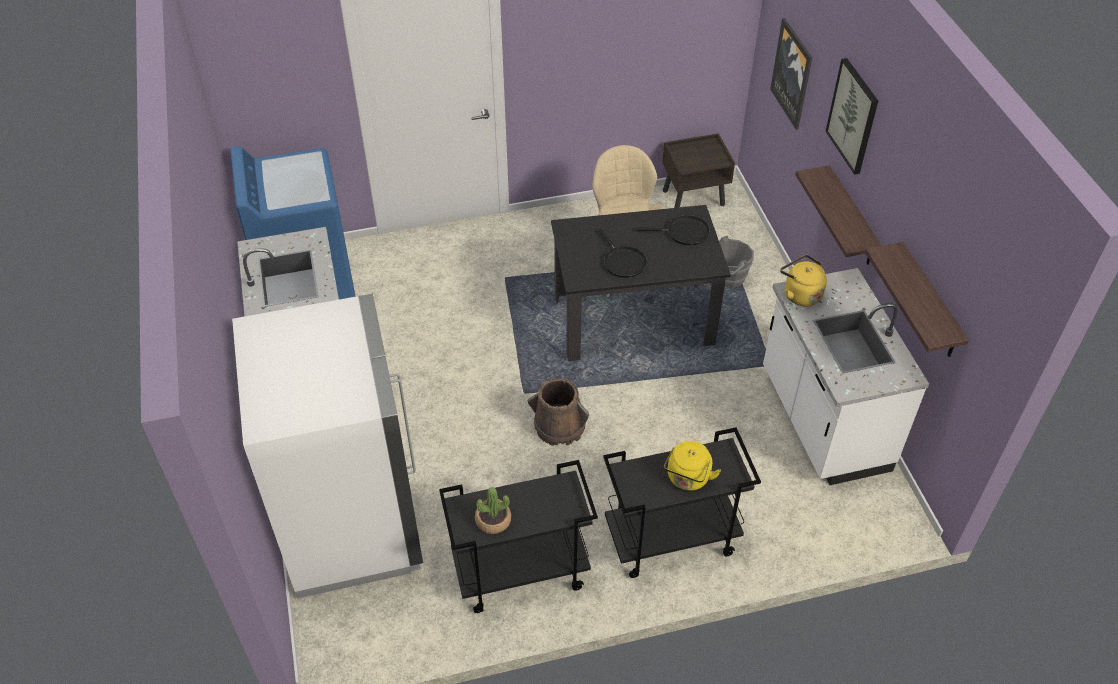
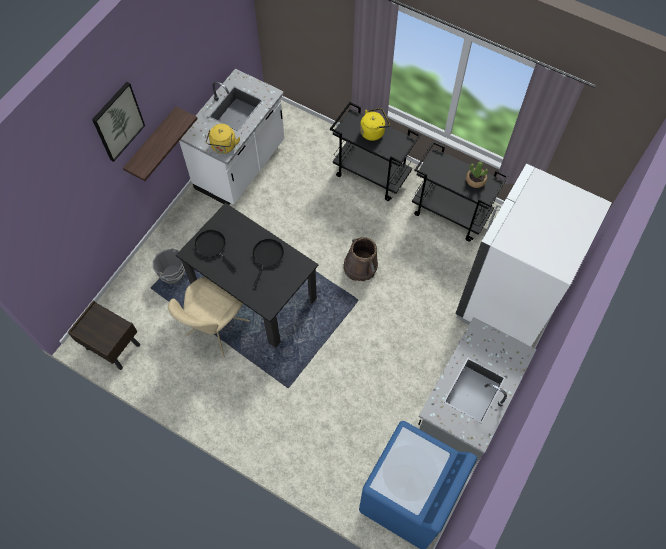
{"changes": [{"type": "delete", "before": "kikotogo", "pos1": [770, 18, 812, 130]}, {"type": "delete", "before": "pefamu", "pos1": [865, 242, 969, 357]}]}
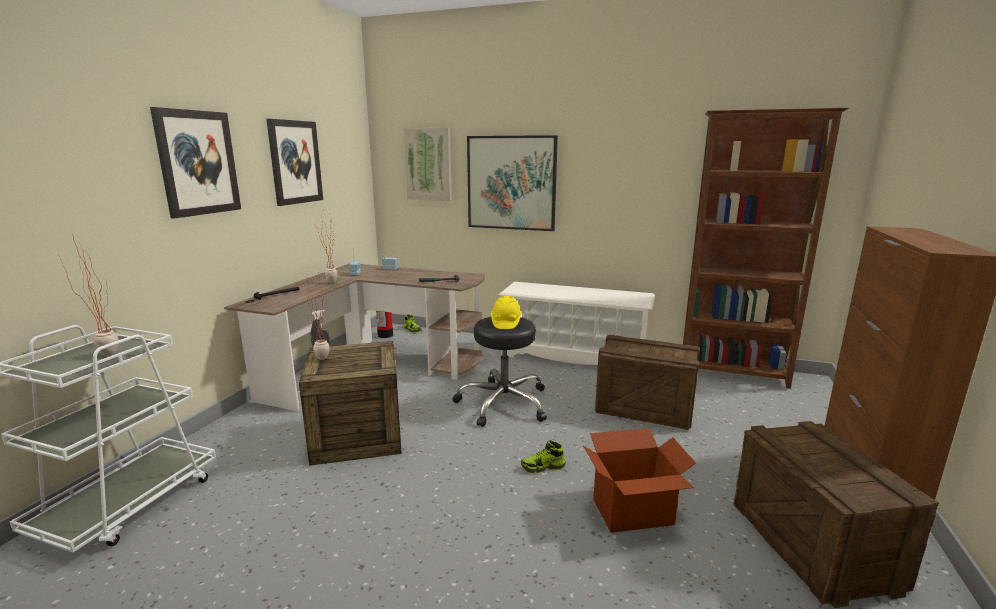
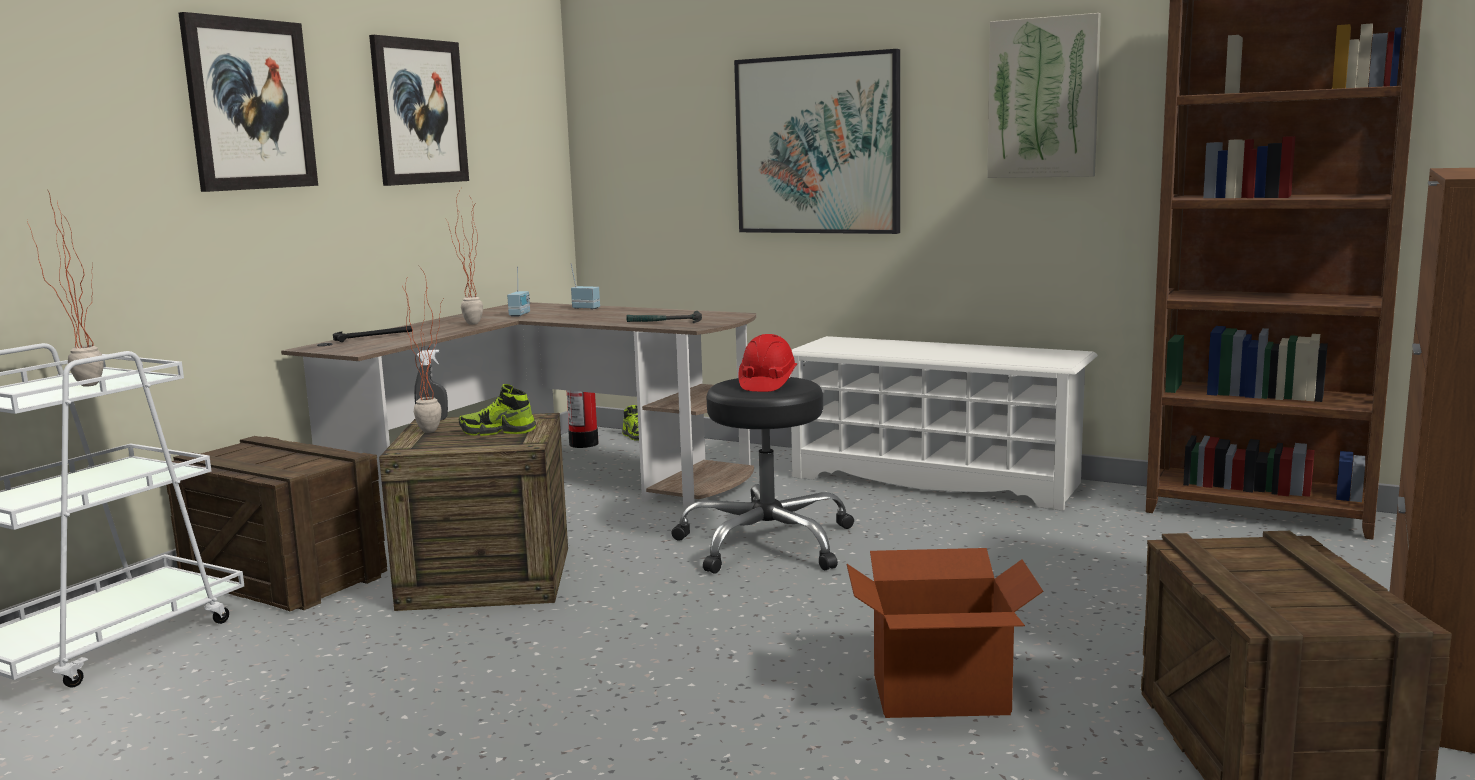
{"changes": [{"type": "move", "before": "kikotogo", "pos1": [404, 128, 452, 201], "pos2": [987, 13, 1101, 178]}, {"type": "recolor", "before": "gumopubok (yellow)", "after": "gumopubok (red)", "pos1": [491, 296, 522, 329], "pos2": [739, 334, 797, 392]}, {"type": "move", "before": "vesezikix", "pos1": [595, 335, 700, 430], "pos2": [167, 436, 387, 611]}, {"type": "move", "before": "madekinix", "pos1": [521, 440, 566, 473], "pos2": [458, 384, 536, 436]}]}
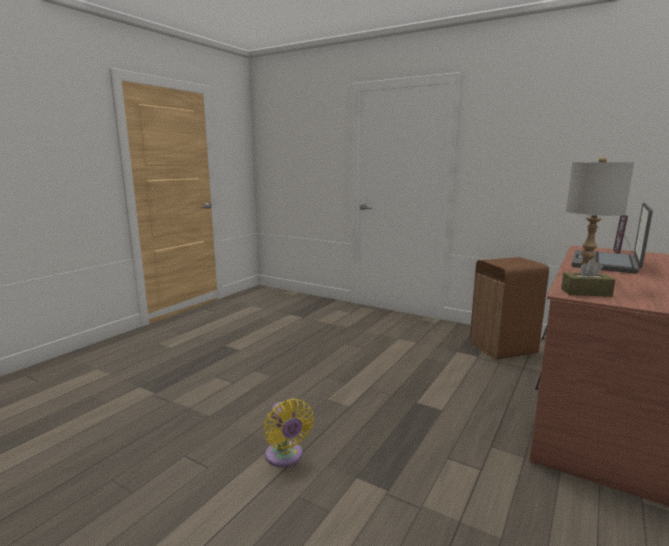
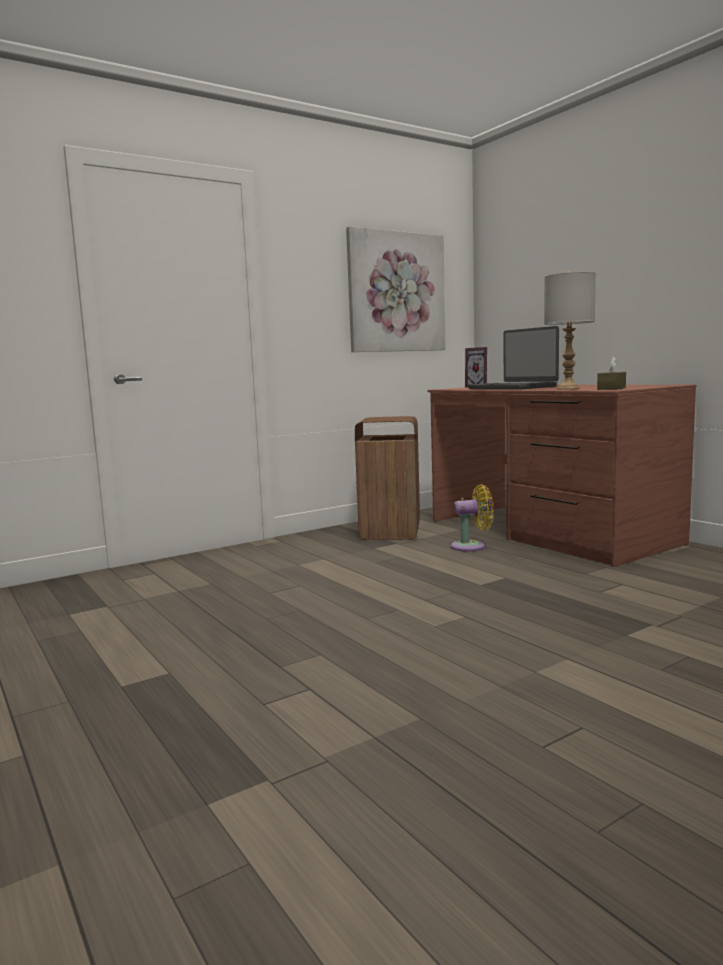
{"changes": [{"type": "move", "before": "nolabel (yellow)", "pos1": [263, 399, 314, 467], "pos2": [451, 484, 493, 552]}, {"type": "insert", "after": "kikotogo", "pos2": [346, 226, 446, 352]}]}
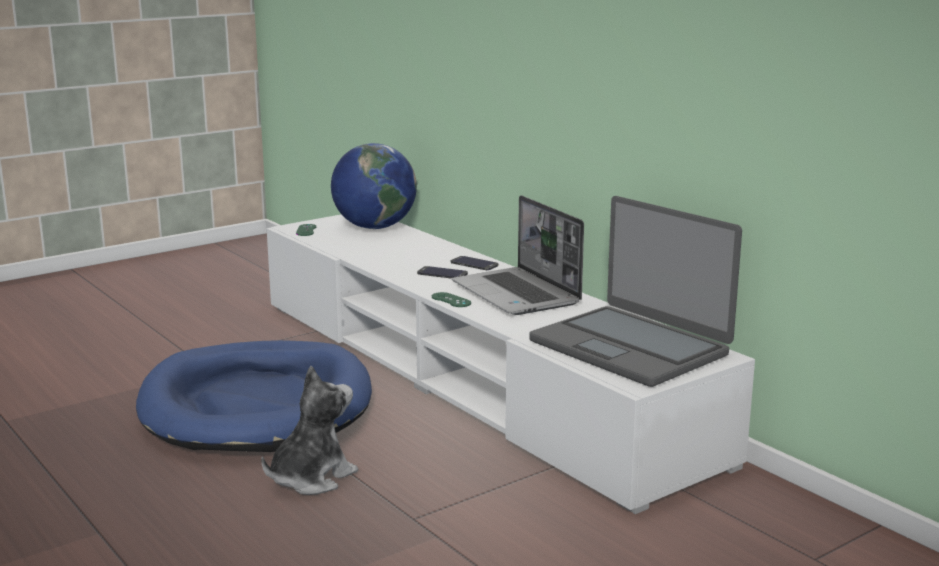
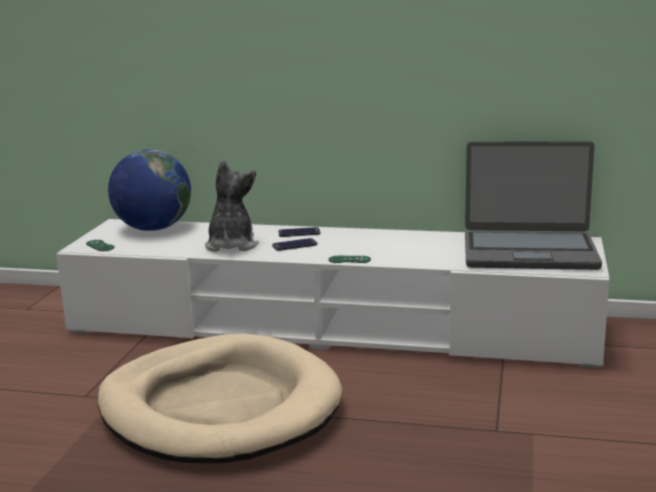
{"changes": [{"type": "delete", "before": "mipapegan", "pos1": [452, 195, 584, 315]}, {"type": "recolor", "before": "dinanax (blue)", "after": "dinanax (beige)", "pos1": [136, 340, 372, 452], "pos2": [97, 334, 342, 463]}, {"type": "move", "before": "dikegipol", "pos1": [261, 366, 358, 495], "pos2": [205, 160, 259, 252]}]}
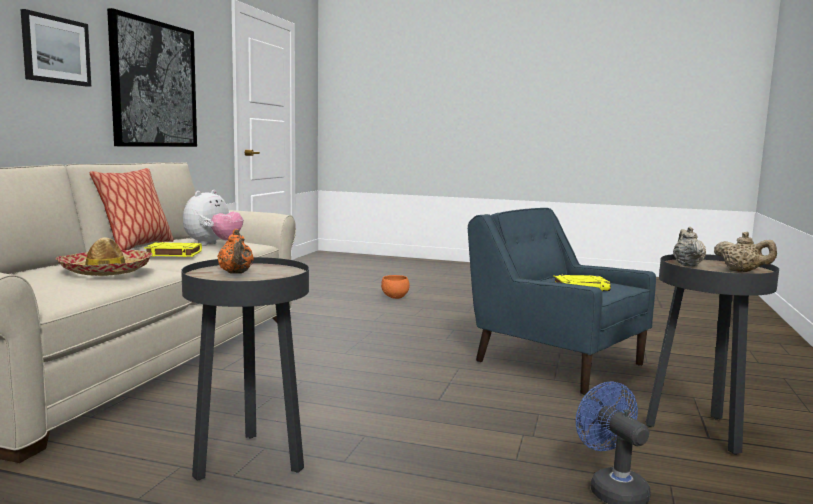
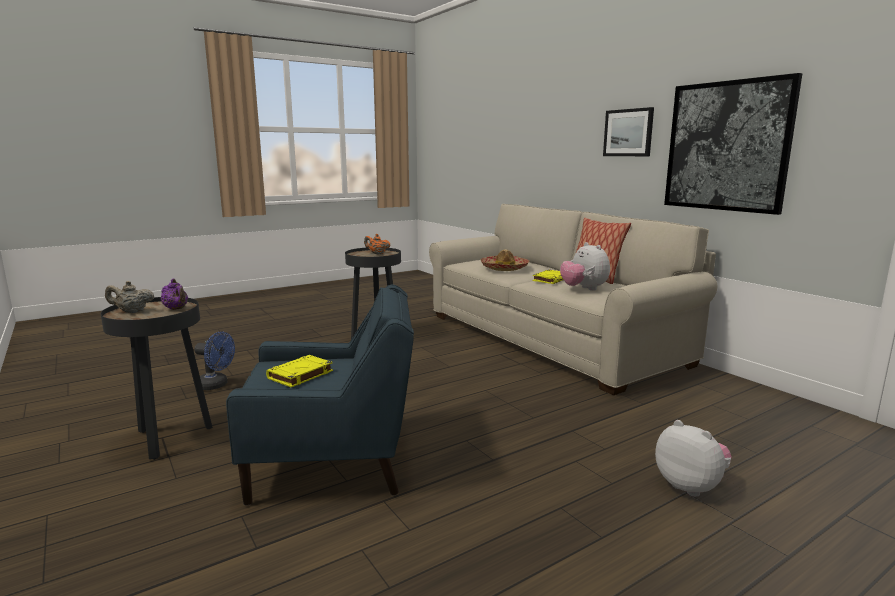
{"changes": [{"type": "recolor", "before": "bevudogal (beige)", "after": "bevudogal (purple)", "pos1": [673, 227, 706, 266], "pos2": [161, 279, 188, 310]}, {"type": "replace", "before": "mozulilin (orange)", "after": "dikegipol", "pos1": [381, 275, 410, 299], "pos2": [655, 420, 732, 497]}]}
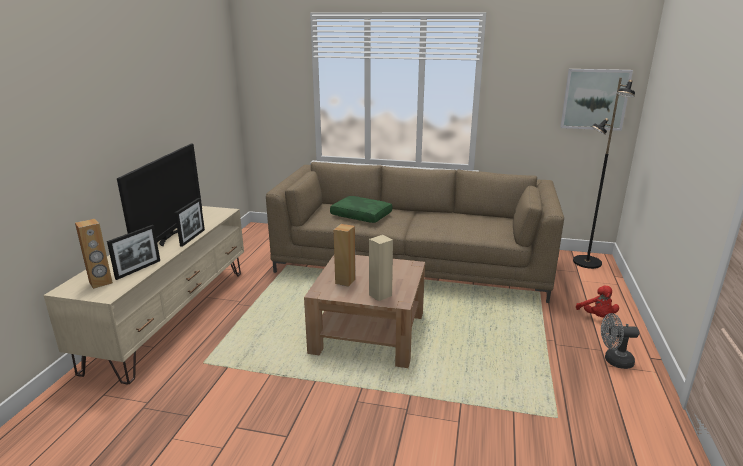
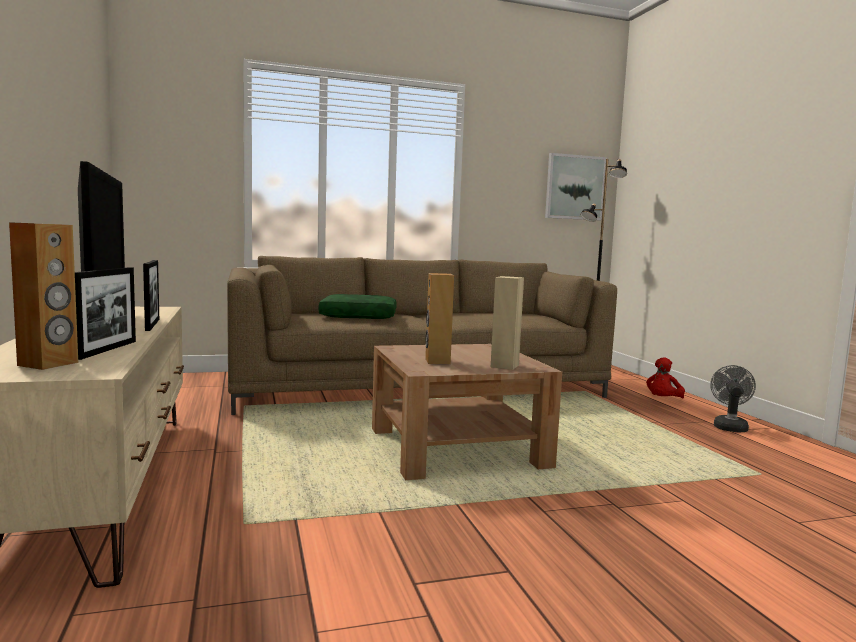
{"changes": [{"type": "rotate", "before": "dikegipol (red)", "pos1": [576, 285, 619, 318], "pos2": [646, 357, 685, 398], "turn": 75}, {"type": "rotate", "before": "nolabel (grey)", "pos1": [601, 313, 639, 369], "pos2": [710, 365, 756, 432], "turn": 135}]}
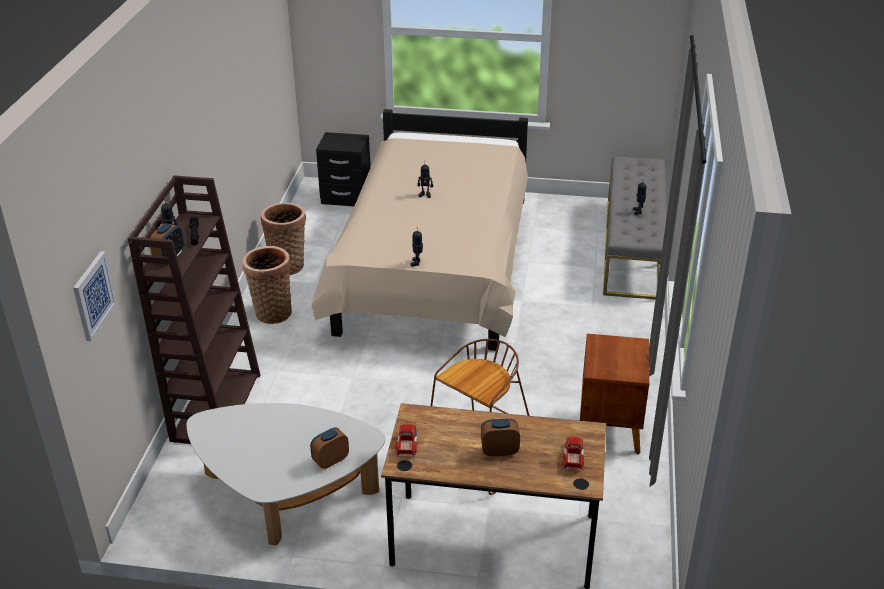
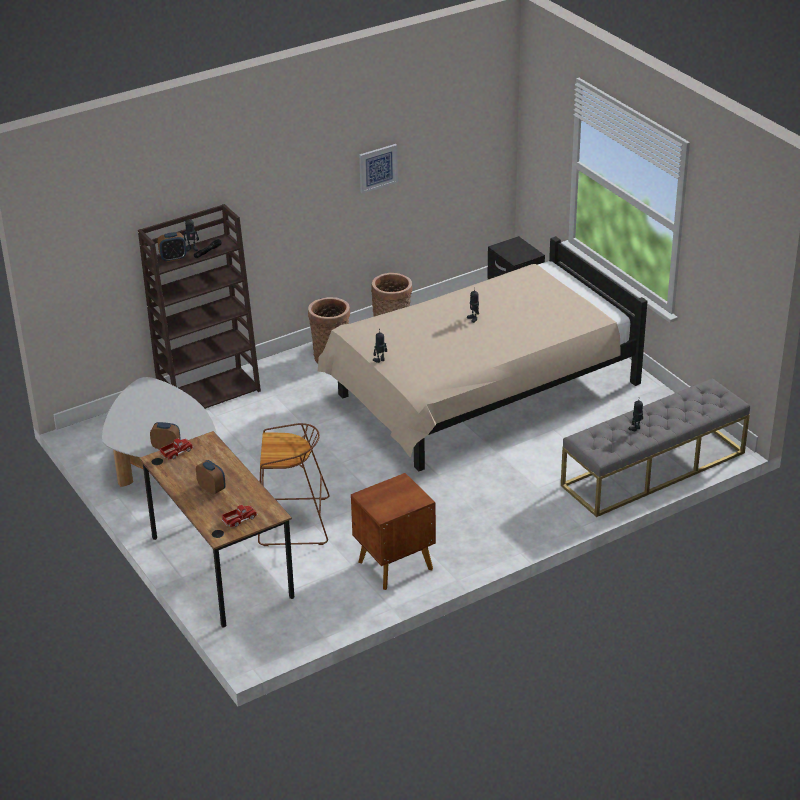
{"changes": [{"type": "move", "before": "kikotogo", "pos1": [73, 251, 117, 341], "pos2": [359, 144, 398, 194]}]}
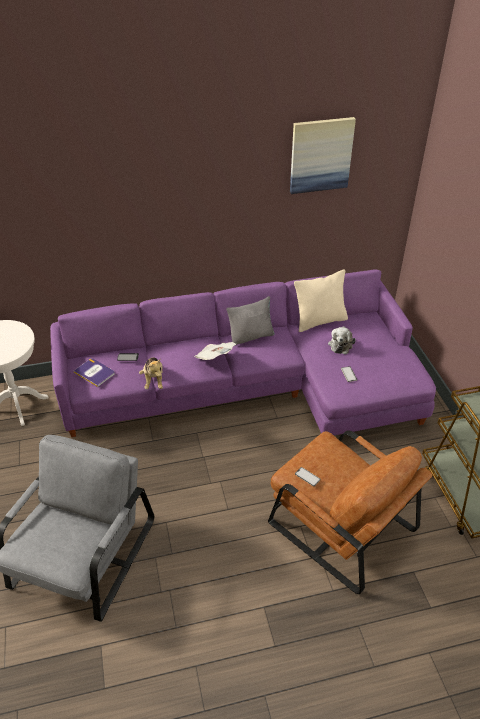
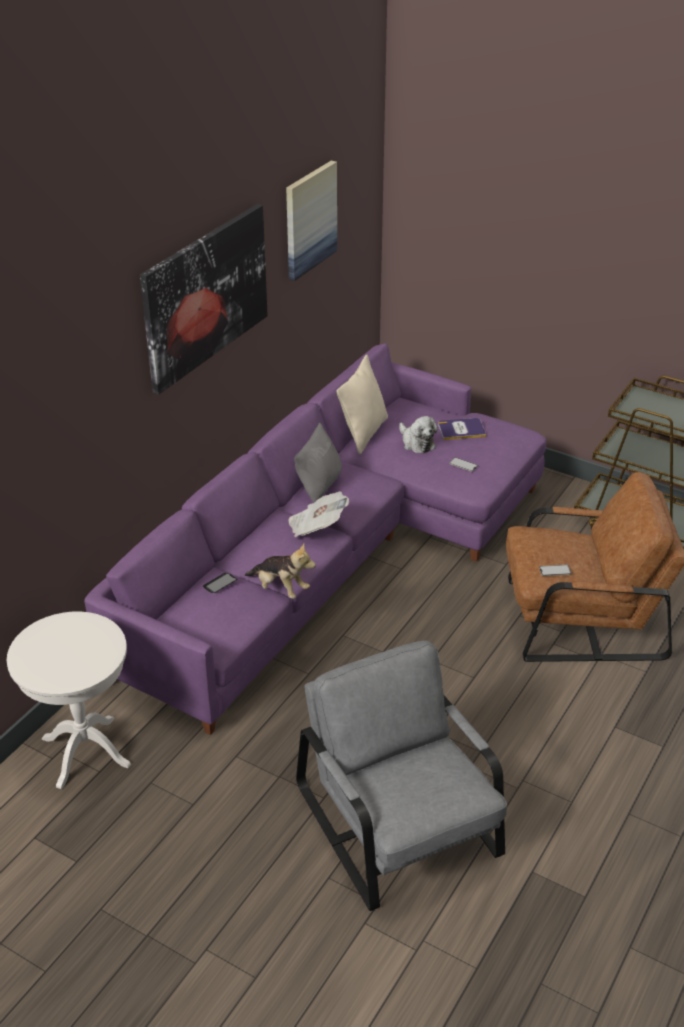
{"changes": [{"type": "move", "before": "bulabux", "pos1": [74, 359, 115, 387], "pos2": [438, 418, 487, 440]}, {"type": "insert", "after": "kikotogo", "pos2": [140, 204, 268, 395]}]}
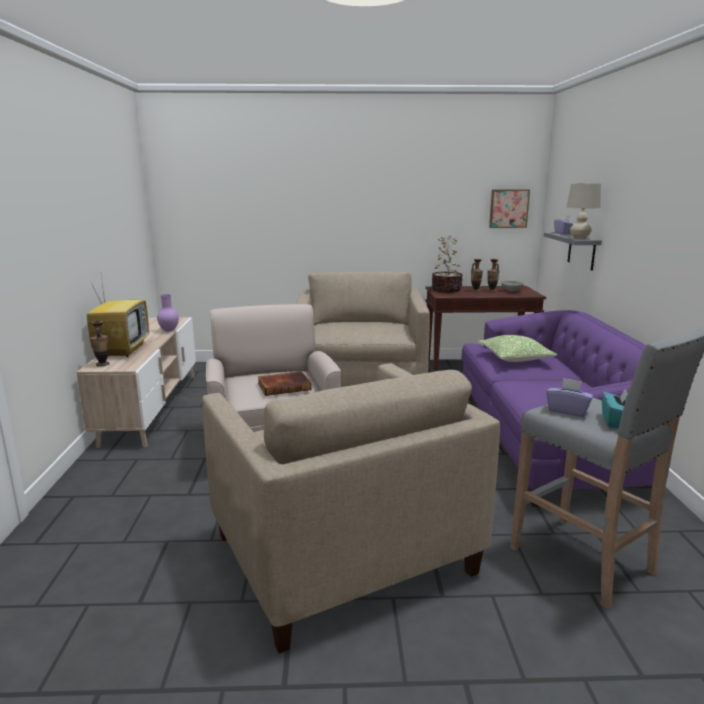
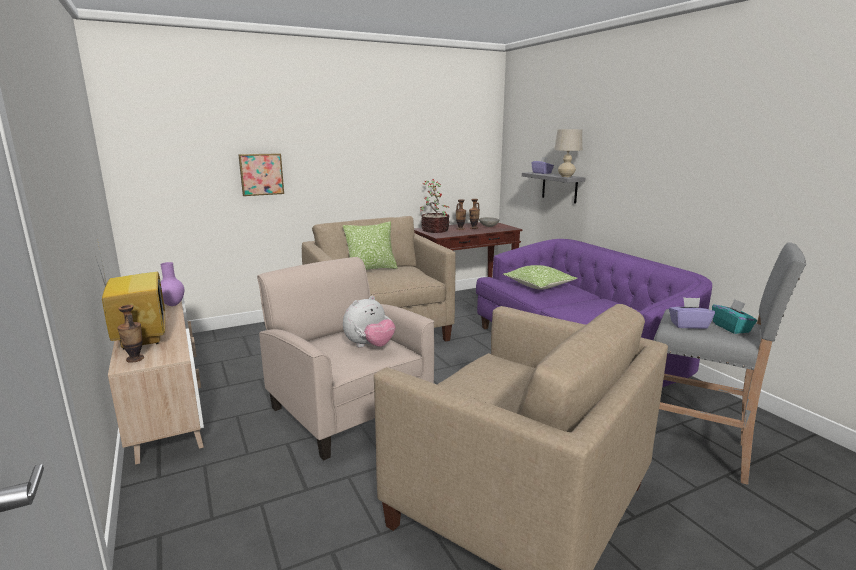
{"changes": [{"type": "move", "before": "kikotogo", "pos1": [489, 190, 530, 228], "pos2": [238, 153, 284, 196]}, {"type": "replace", "before": "bulabux", "after": "dikegipol", "pos1": [258, 371, 311, 396], "pos2": [343, 296, 395, 348]}, {"type": "insert", "after": "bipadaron", "pos2": [343, 221, 398, 270]}]}
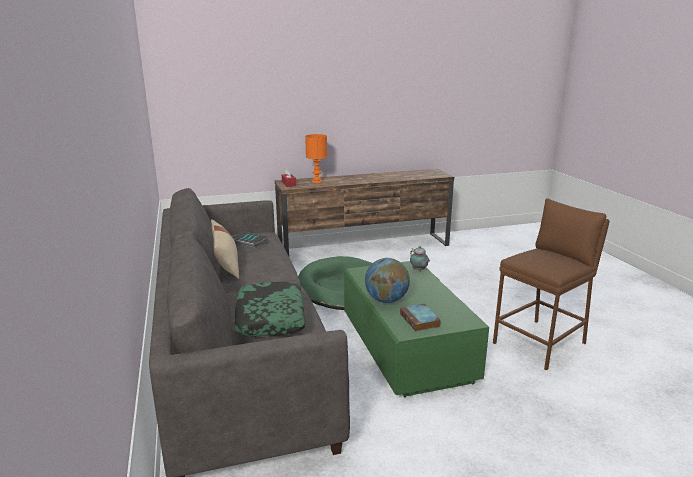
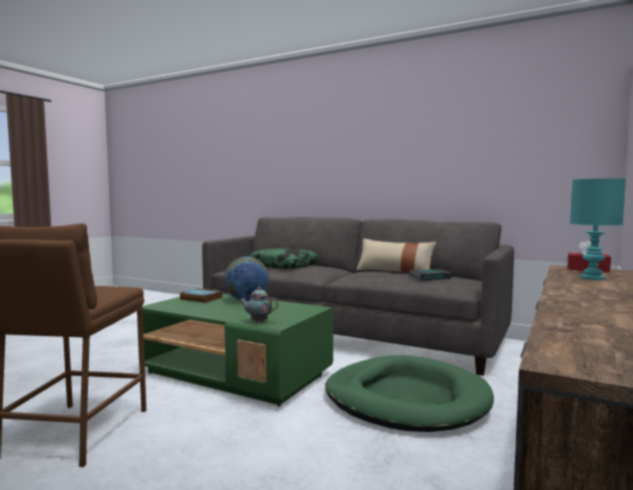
{"changes": [{"type": "recolor", "before": "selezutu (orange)", "after": "selezutu (turquoise)", "pos1": [305, 134, 327, 183], "pos2": [570, 178, 626, 280]}]}
